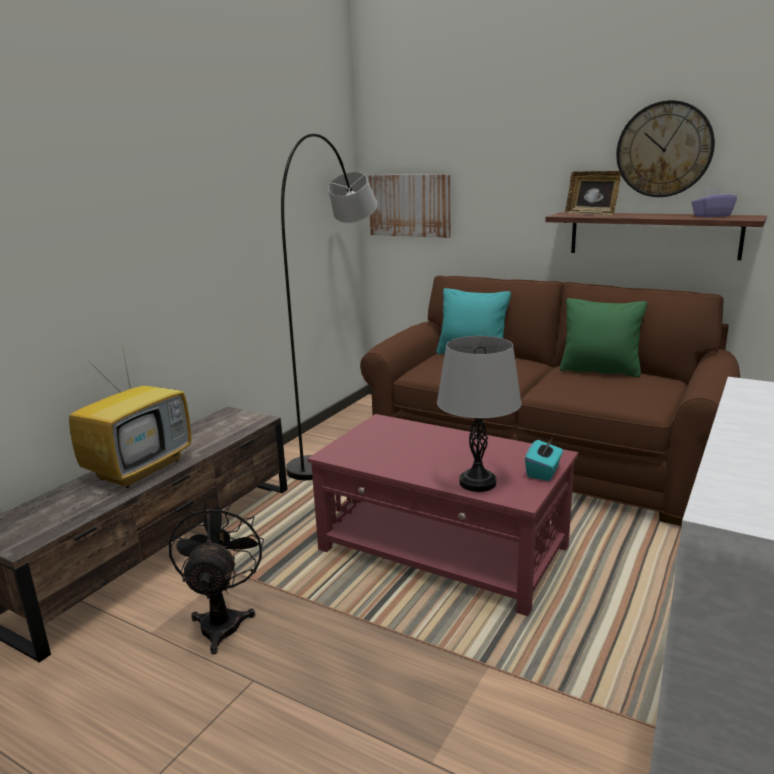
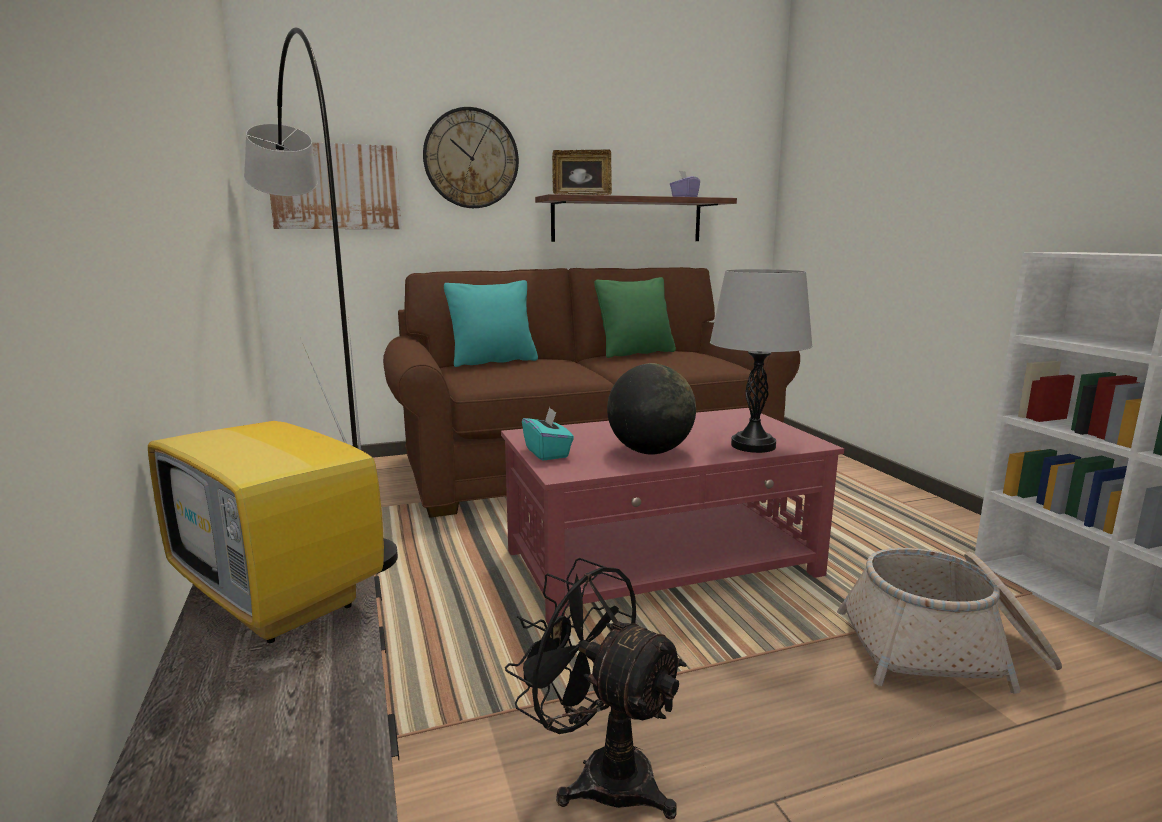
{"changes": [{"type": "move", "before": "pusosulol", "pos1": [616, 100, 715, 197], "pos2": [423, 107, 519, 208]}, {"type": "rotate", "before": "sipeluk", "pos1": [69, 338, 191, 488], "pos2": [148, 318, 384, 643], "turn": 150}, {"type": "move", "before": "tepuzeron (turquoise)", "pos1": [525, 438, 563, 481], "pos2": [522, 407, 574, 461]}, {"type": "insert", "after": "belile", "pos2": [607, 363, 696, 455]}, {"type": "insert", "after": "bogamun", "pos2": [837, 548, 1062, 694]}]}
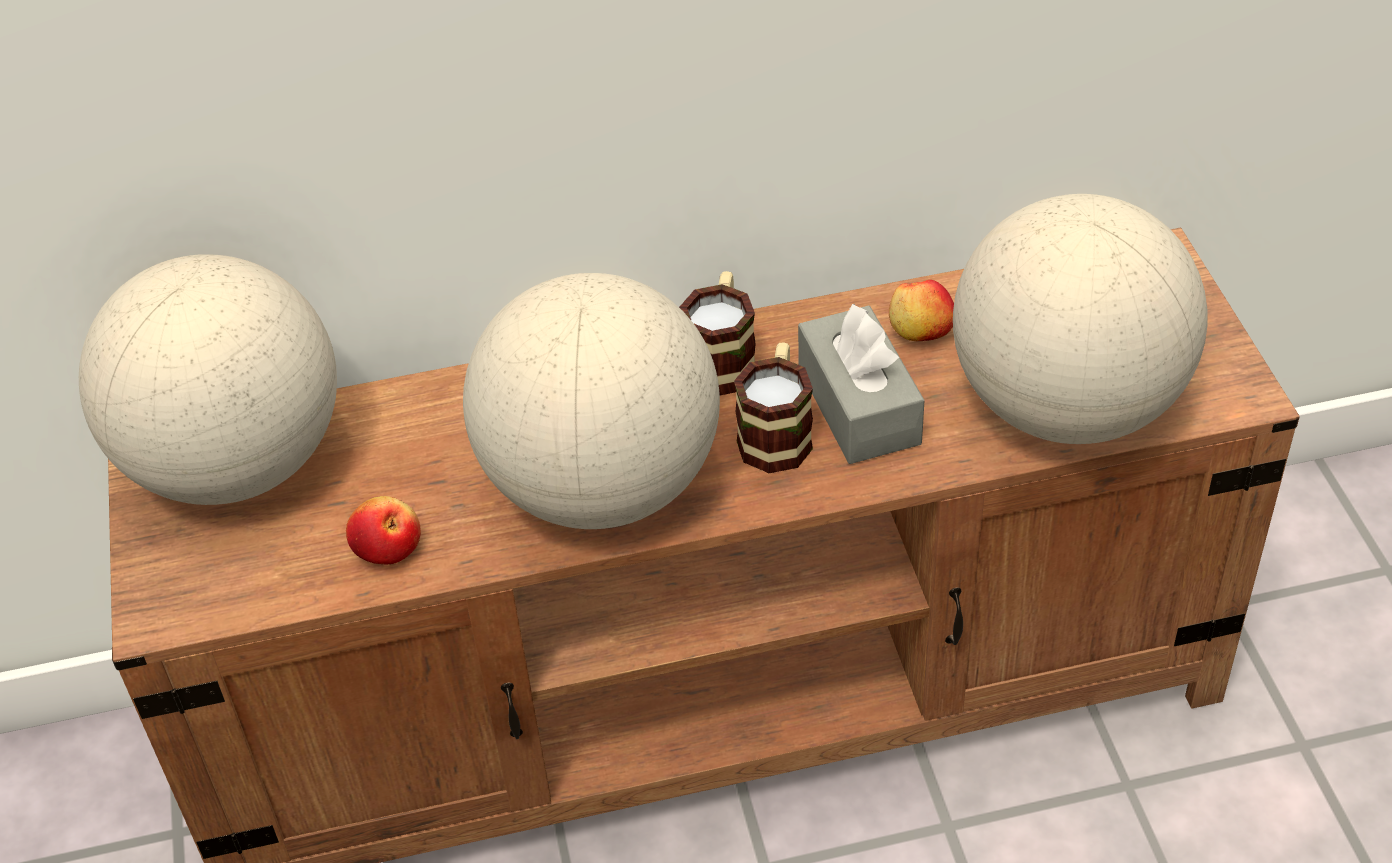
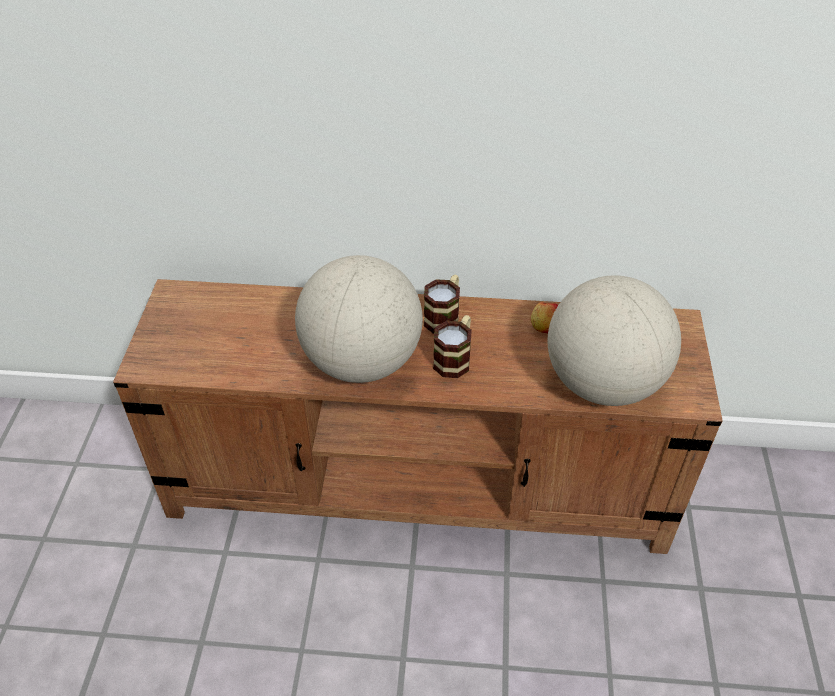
{"changes": [{"type": "delete", "before": "belile", "pos1": [79, 254, 337, 505]}, {"type": "delete", "before": "tepuzeron (grey)", "pos1": [798, 304, 925, 464]}, {"type": "delete", "before": "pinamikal", "pos1": [346, 496, 421, 565]}]}
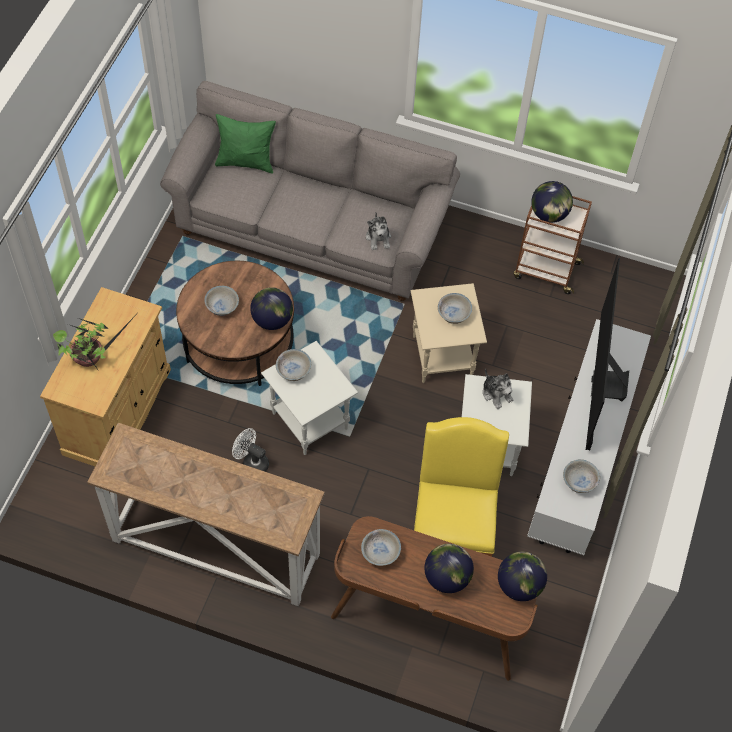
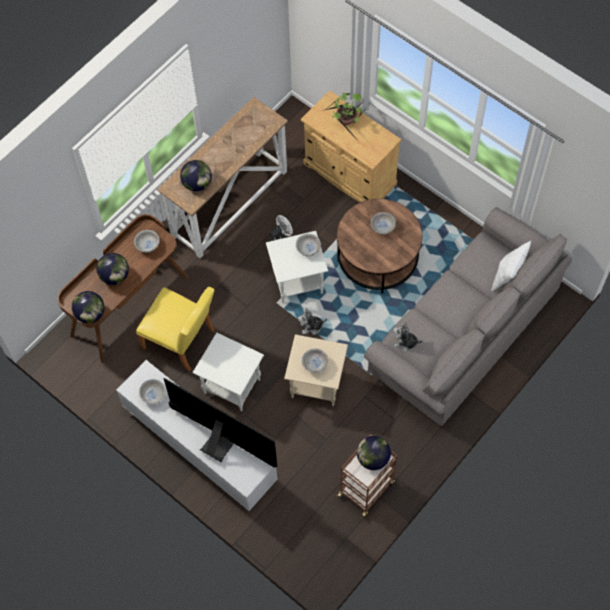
{"changes": [{"type": "recolor", "before": "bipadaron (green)", "after": "bipadaron (white)", "pos1": [215, 114, 276, 174], "pos2": [491, 241, 531, 291]}, {"type": "move", "before": "belile", "pos1": [250, 287, 293, 330], "pos2": [180, 160, 212, 192]}, {"type": "move", "before": "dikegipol", "pos1": [483, 369, 513, 409], "pos2": [298, 307, 327, 335]}]}
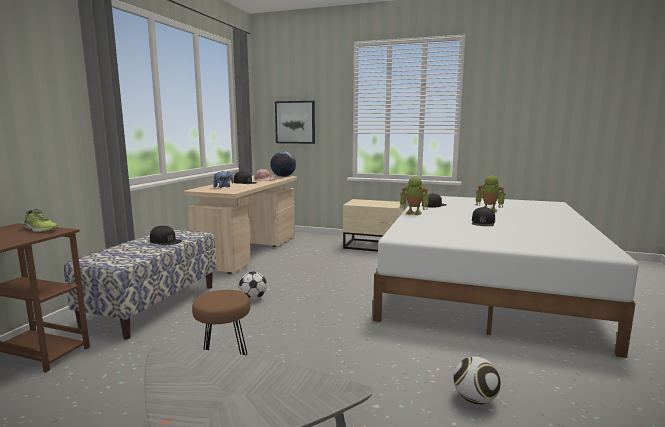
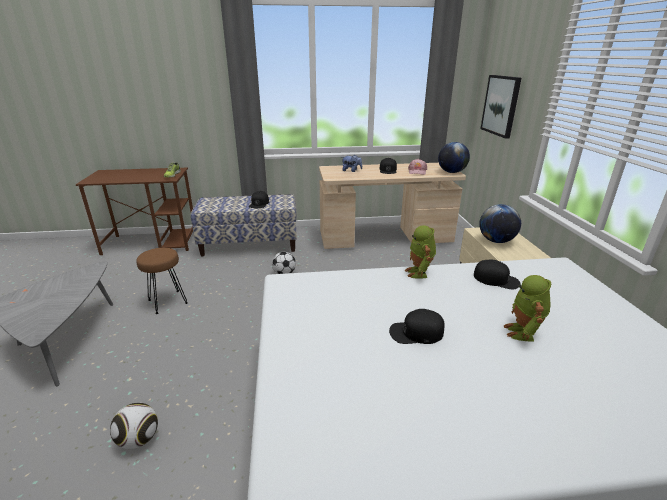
{"changes": [{"type": "insert", "after": "belile", "pos2": [479, 204, 521, 243]}]}
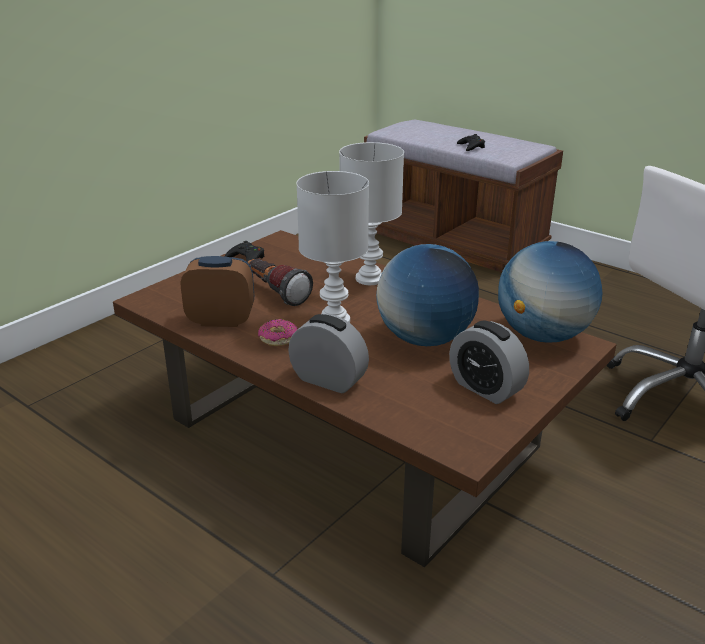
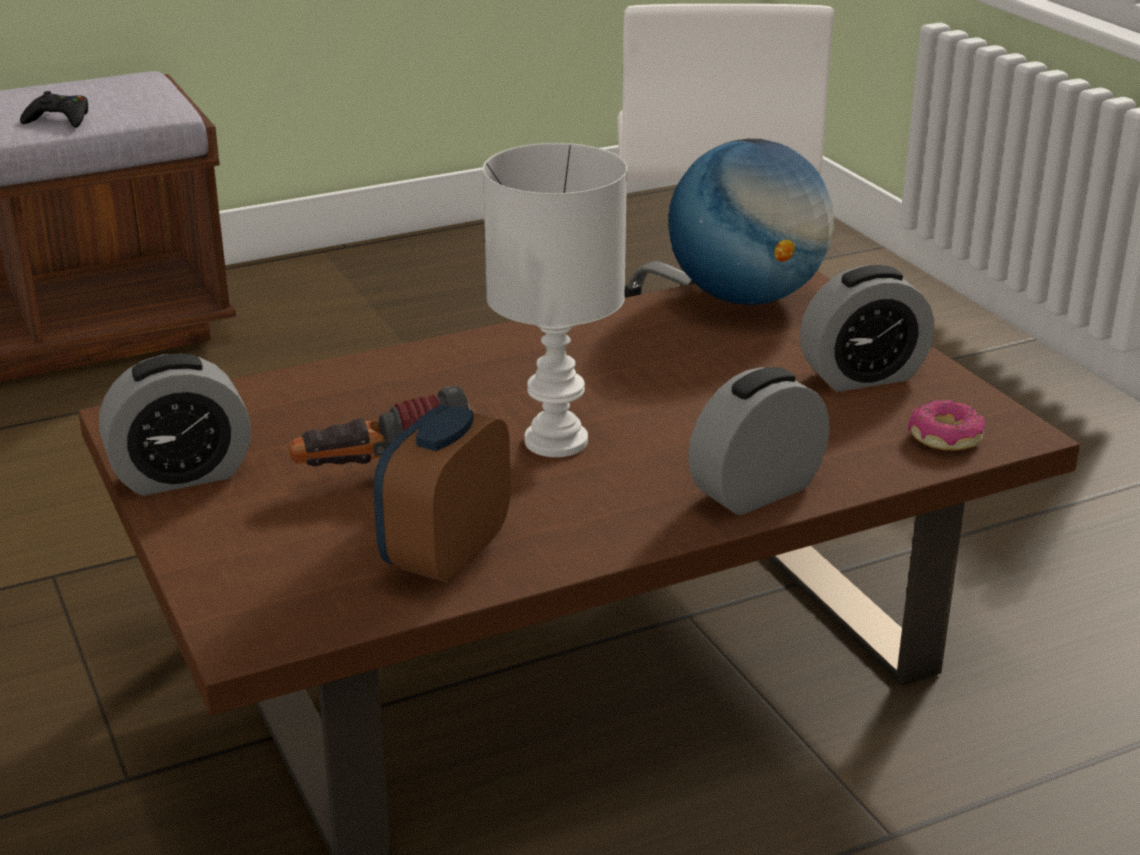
{"changes": [{"type": "delete", "before": "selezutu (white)", "pos1": [339, 142, 404, 285]}, {"type": "replace", "before": "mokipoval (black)", "after": "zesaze", "pos1": [225, 241, 265, 262], "pos2": [99, 354, 251, 496]}, {"type": "delete", "before": "belile", "pos1": [376, 244, 479, 346]}, {"type": "move", "before": "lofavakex", "pos1": [258, 319, 297, 346], "pos2": [908, 400, 985, 451]}]}
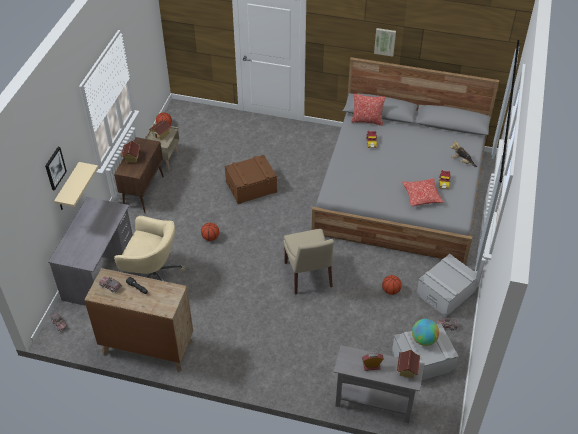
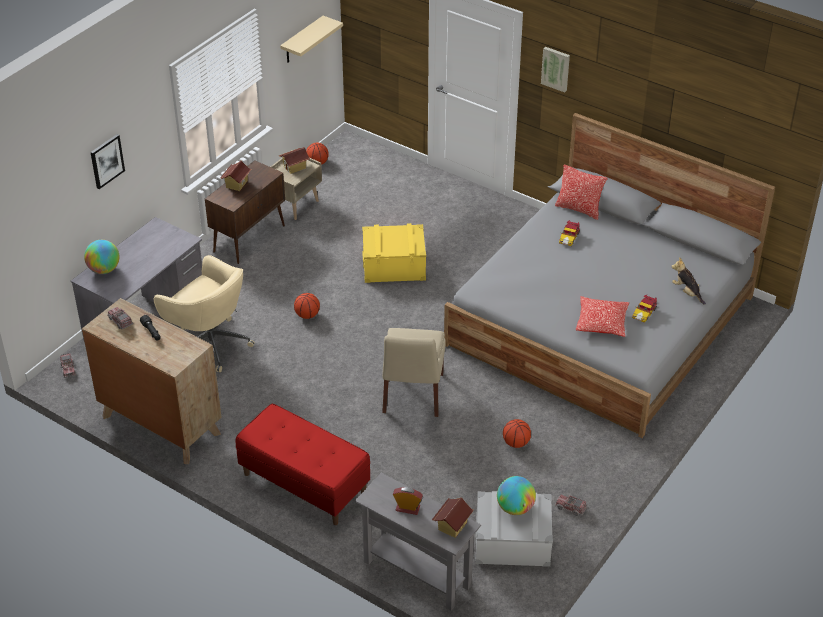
{"changes": [{"type": "move", "before": "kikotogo", "pos1": [374, 28, 396, 57], "pos2": [541, 47, 570, 92]}, {"type": "recolor", "before": "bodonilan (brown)", "after": "bodonilan (yellow)", "pos1": [225, 155, 277, 204], "pos2": [362, 223, 426, 283]}, {"type": "move", "before": "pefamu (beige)", "pos1": [54, 162, 98, 210], "pos2": [280, 16, 343, 63]}, {"type": "delete", "before": "bodonilan (grey)", "pos1": [416, 254, 477, 317]}, {"type": "insert", "after": "belile", "pos2": [84, 240, 119, 274]}, {"type": "insert", "after": "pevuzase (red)", "pos2": [236, 403, 370, 525]}]}
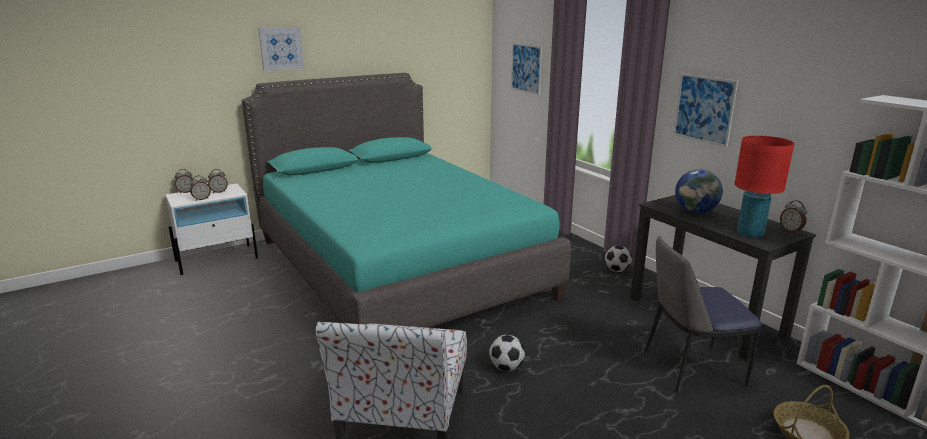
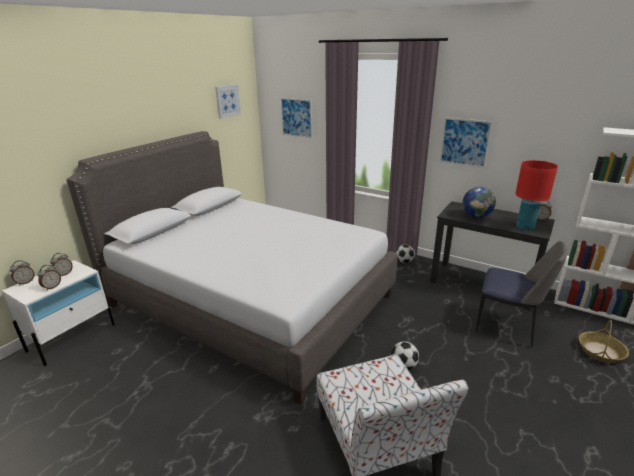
{"changes": [{"type": "move", "before": "kikotogo", "pos1": [258, 27, 305, 71], "pos2": [215, 84, 241, 119]}, {"type": "recolor", "before": "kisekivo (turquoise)", "after": "kisekivo (grey)", "pos1": [242, 73, 571, 328], "pos2": [66, 131, 398, 404]}, {"type": "rotate", "before": "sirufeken", "pos1": [645, 236, 762, 393], "pos2": [476, 241, 568, 347], "turn": -120}]}
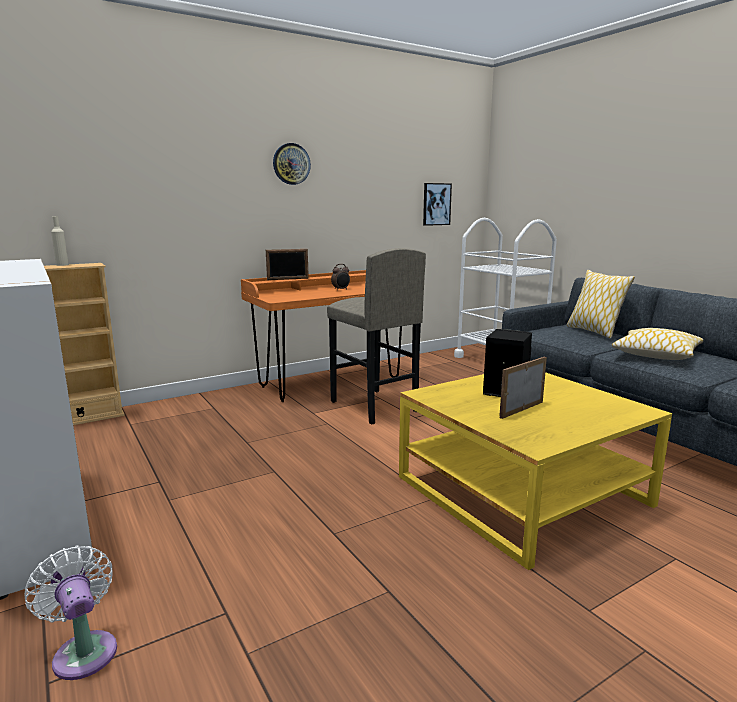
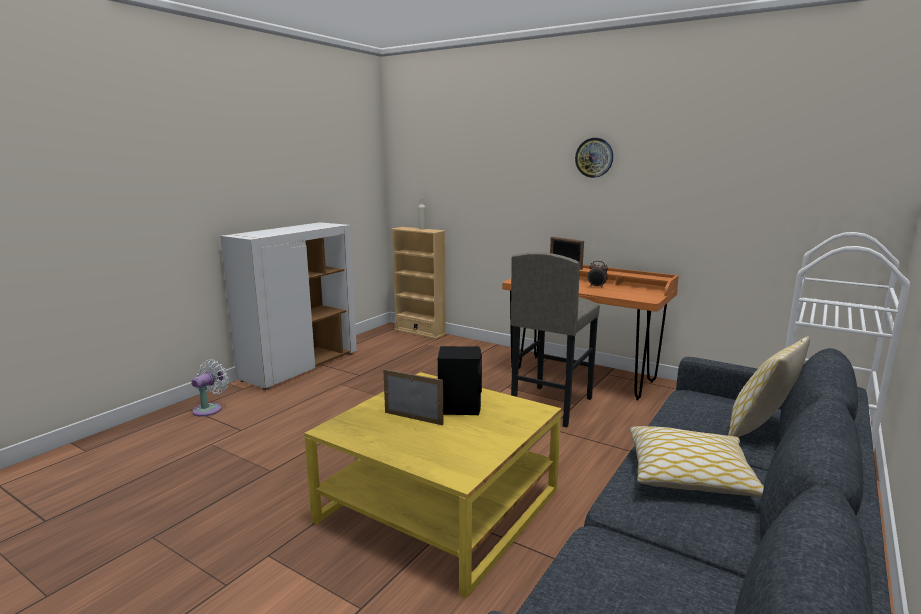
{"changes": [{"type": "delete", "before": "kikotogo", "pos1": [423, 183, 452, 226]}]}
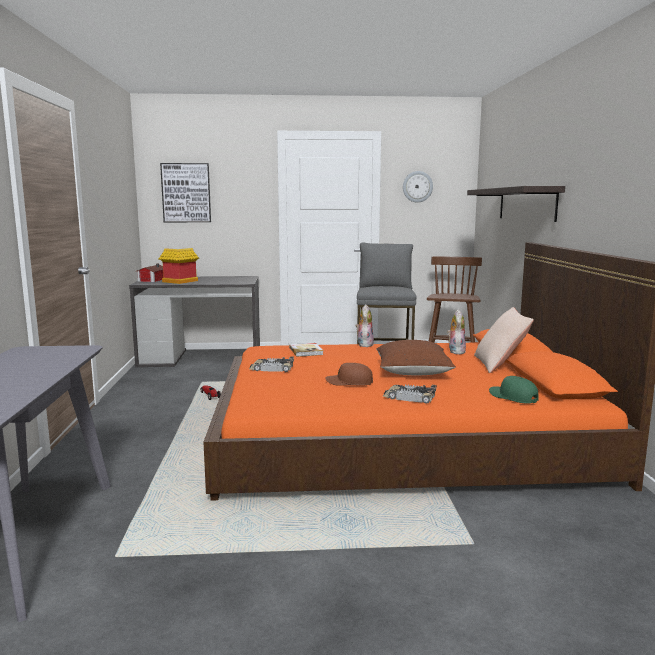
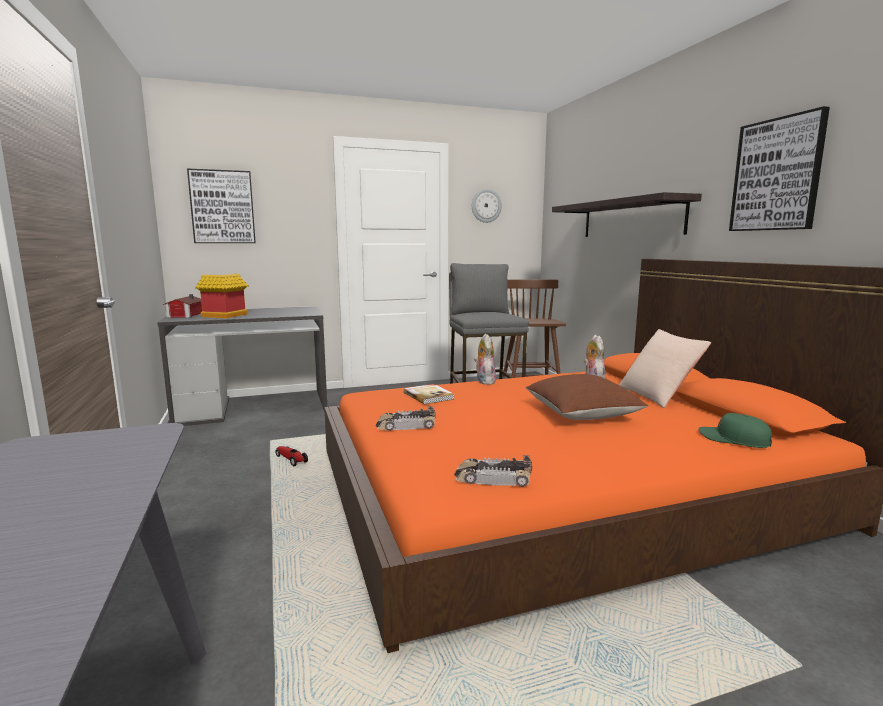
{"changes": [{"type": "delete", "before": "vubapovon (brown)", "pos1": [325, 363, 373, 386]}, {"type": "move", "before": "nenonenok", "pos1": [383, 384, 437, 404], "pos2": [454, 455, 532, 487]}, {"type": "insert", "after": "kikotogo", "pos2": [729, 106, 830, 231]}]}
